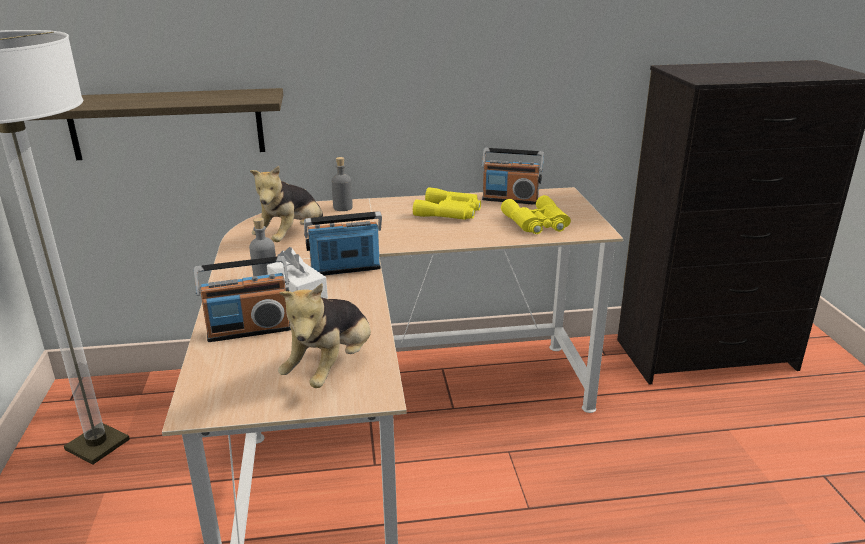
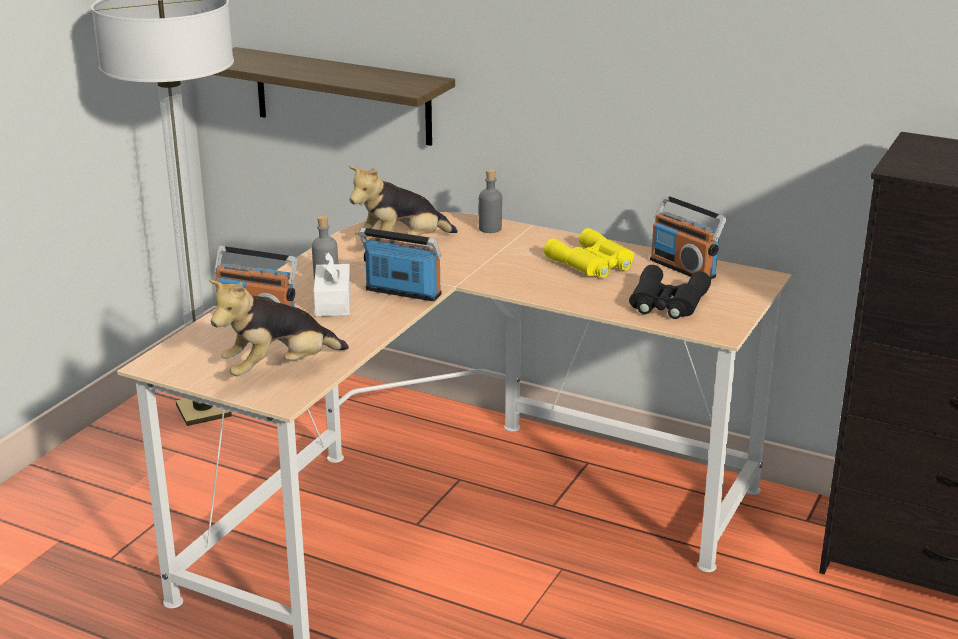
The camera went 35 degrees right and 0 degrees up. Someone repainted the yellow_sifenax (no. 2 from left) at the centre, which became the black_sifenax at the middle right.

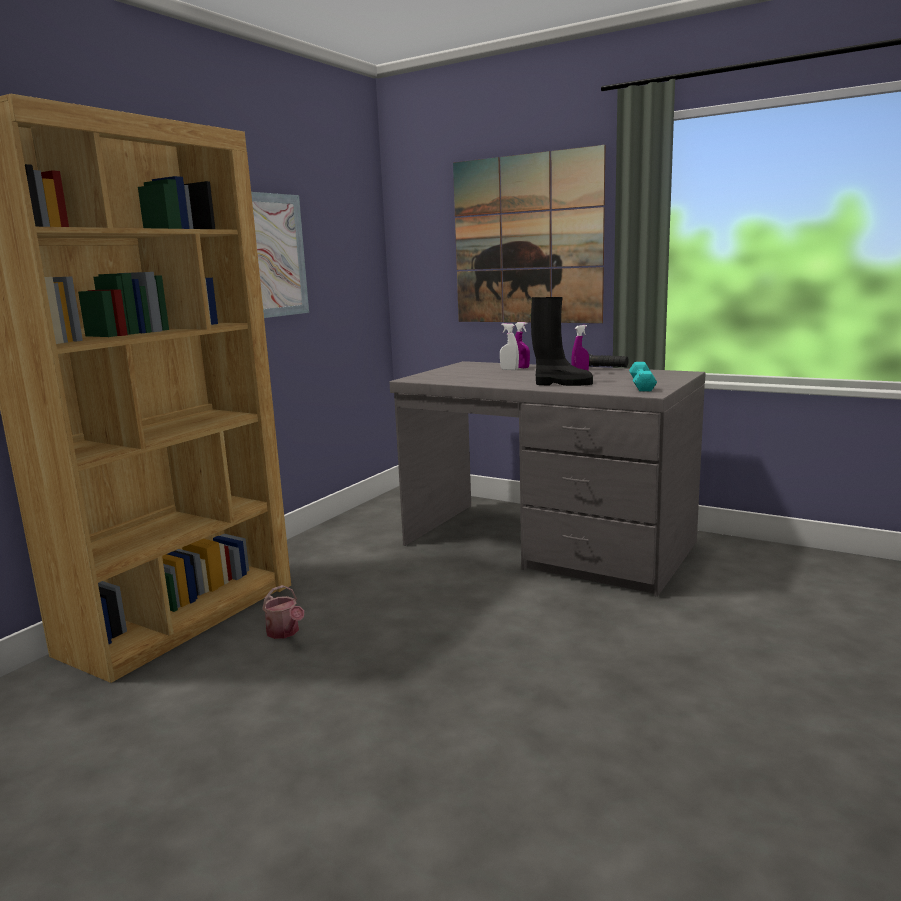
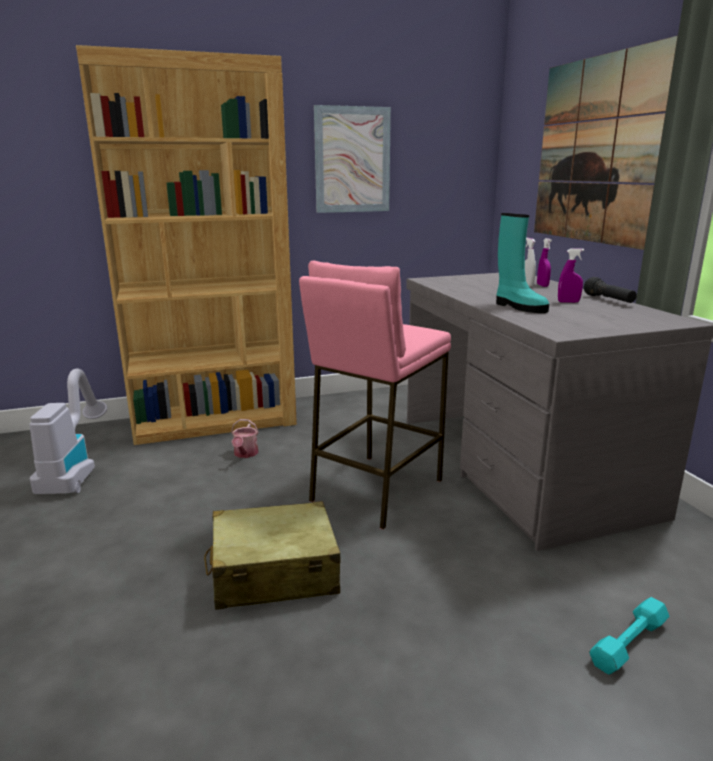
The camera went 40 degrees right and 5 degrees up. Someone put down the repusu at the middle left. Someone put down the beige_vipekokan at the bottom centre. Someone put down the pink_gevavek at the centre. Someone repainted the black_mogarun at the centre, which became the turquoise_mogarun at the middle right. Someone carried the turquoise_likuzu from the middle right to the bottom right.

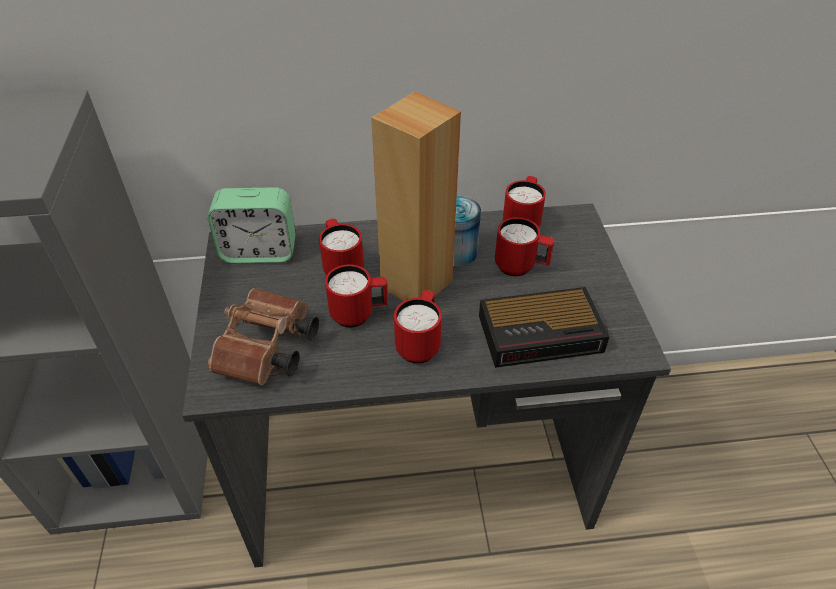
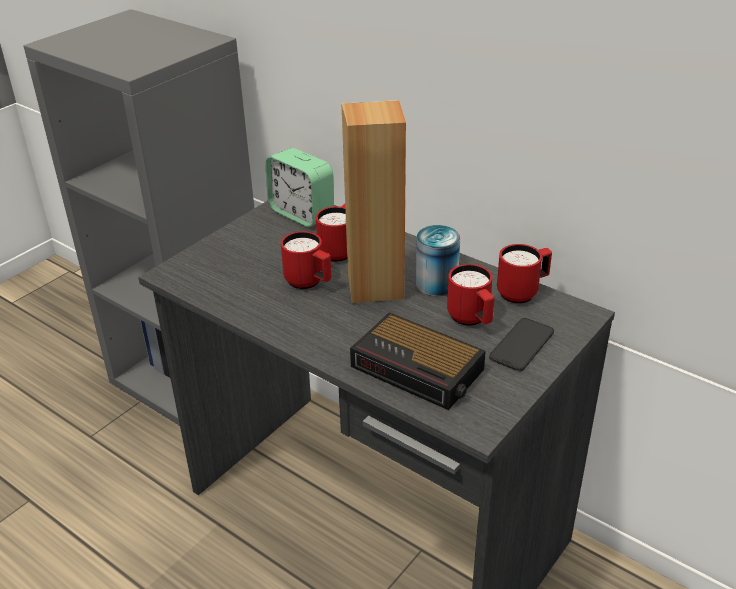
The camera went 45 degrees right and 10 degrees down. Someone put down the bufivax at the middle right. Someone took away the brown_sifenax at the middle left. Someone took away the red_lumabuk (no. 3 from left) at the centre.

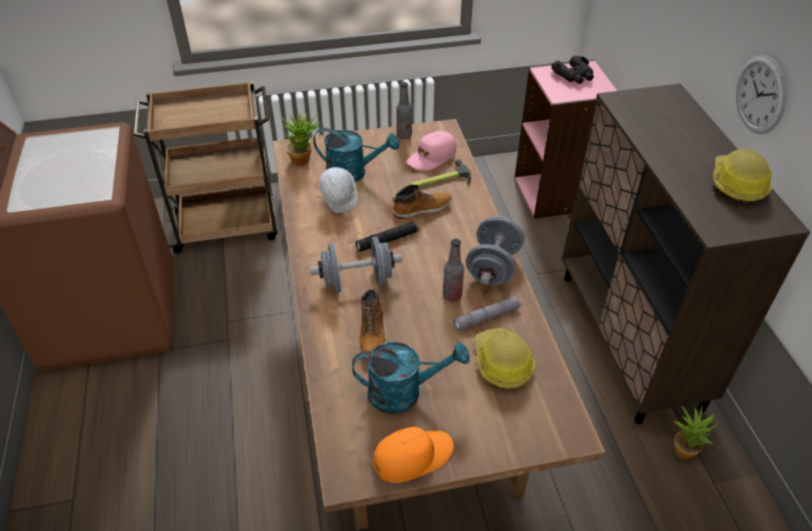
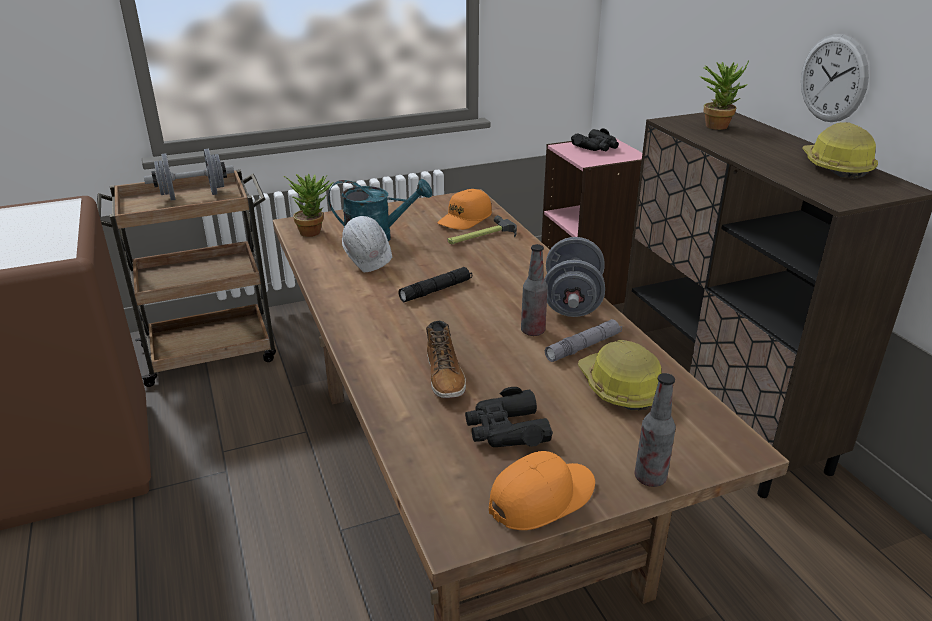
The camera went 10 degrees left and 15 degrees down. Someone carried the grey_likuzu (no. 1 from left) from the centre to the top left. Someone repainted the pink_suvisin at the top centre, which became the orange_suvisin (no. 1 from left) at the centre. Someone swapped the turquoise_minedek (no. 2 from left) at the bottom centre for the black_sifenax (no. 1 from left) at the bottom centre. Someone carried the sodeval (no. 1 from left in the first image) from the top centre to the bottom right. Someone carried the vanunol (no. 2 from left) from the bottom right to the top right. Someone took away the mogarun (no. 2 from left) at the centre.

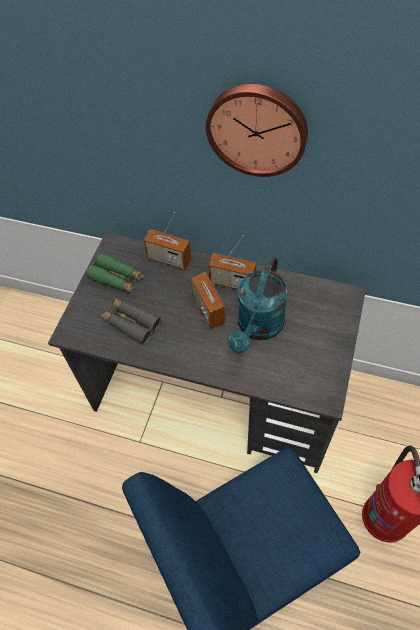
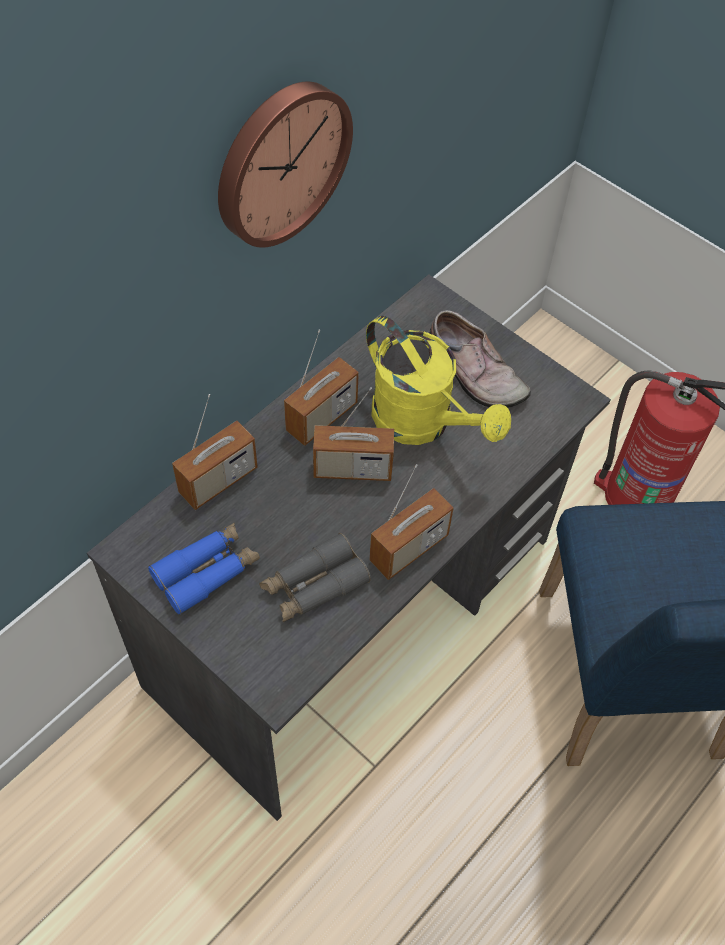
The camera went 70 degrees left and 0 degrees up. Someone repainted the green_sifenax at the middle left, which became the blue_sifenax at the middle left. Someone repainted the turquoise_minedek at the centre, which became the yellow_minedek at the centre. Someone put down the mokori (no. 4 from left) at the centre. Someone put down the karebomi at the centre.

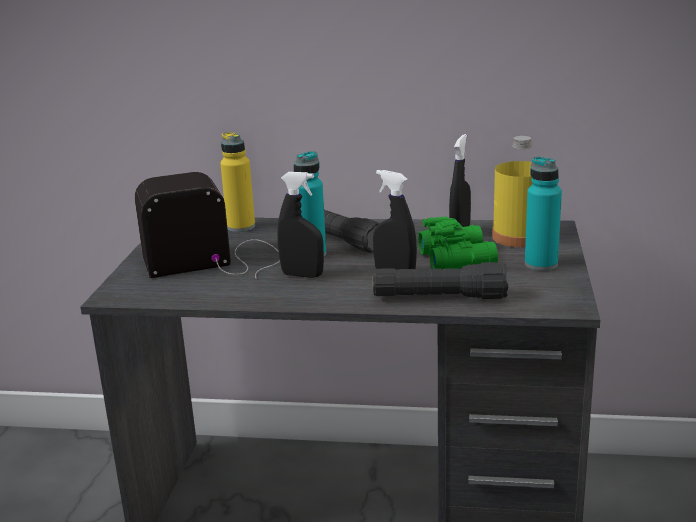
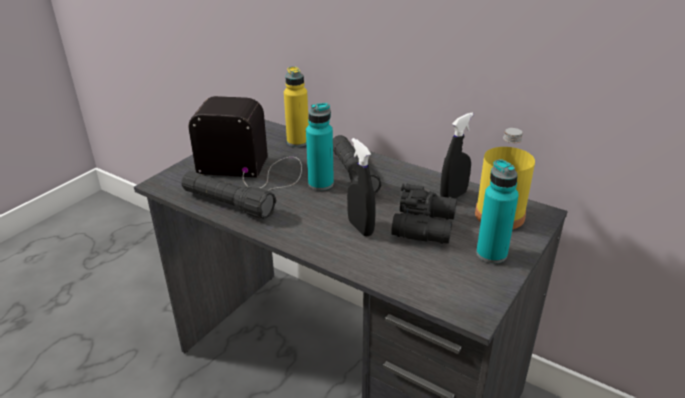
The camera went 25 degrees right and 10 degrees up. Someone carried the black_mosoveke (no. 2 from left in the first image) from the centre to the middle left. Someone repainted the green_sifenax at the centre, which became the black_sifenax at the centre. Someone took away the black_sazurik (no. 1 from left) at the centre.

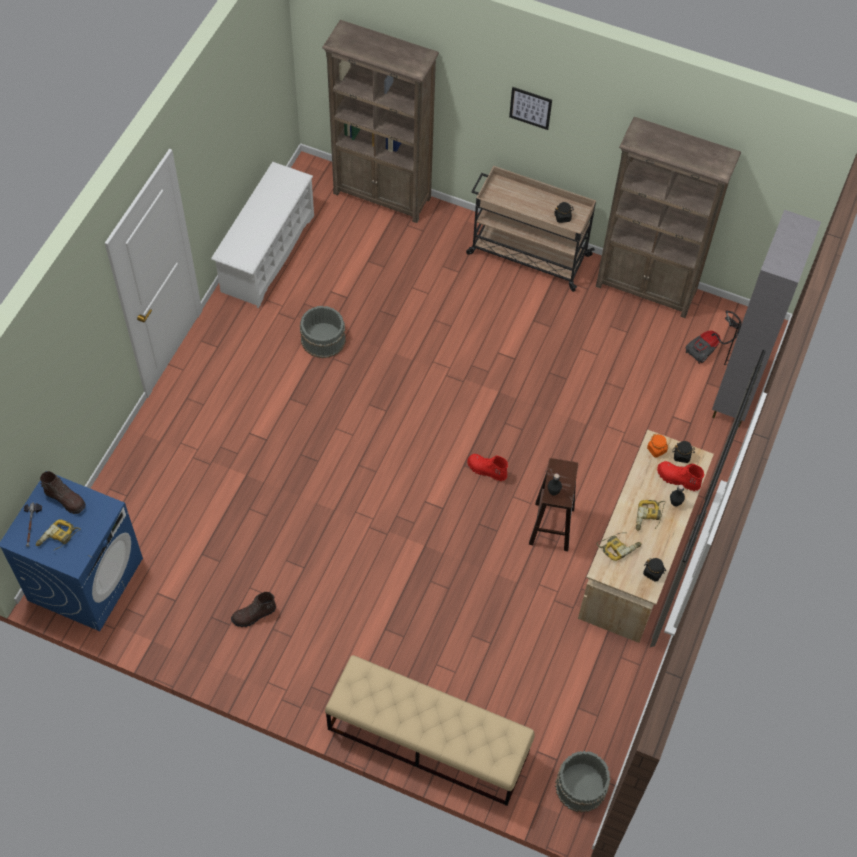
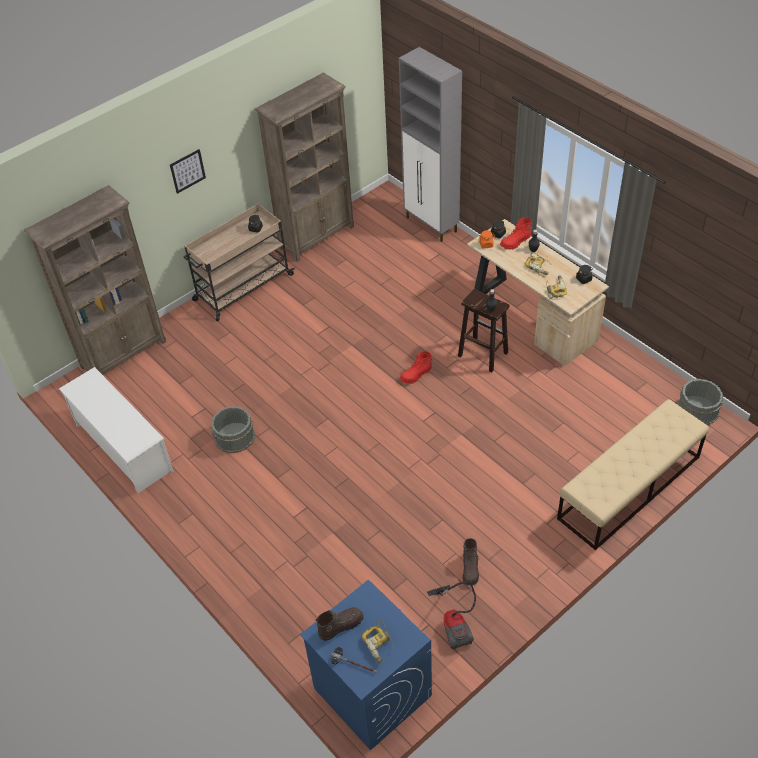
The camera went 60 degrees left and 10 degrees down. Someone carried the repusu from the middle right to the bottom centre.

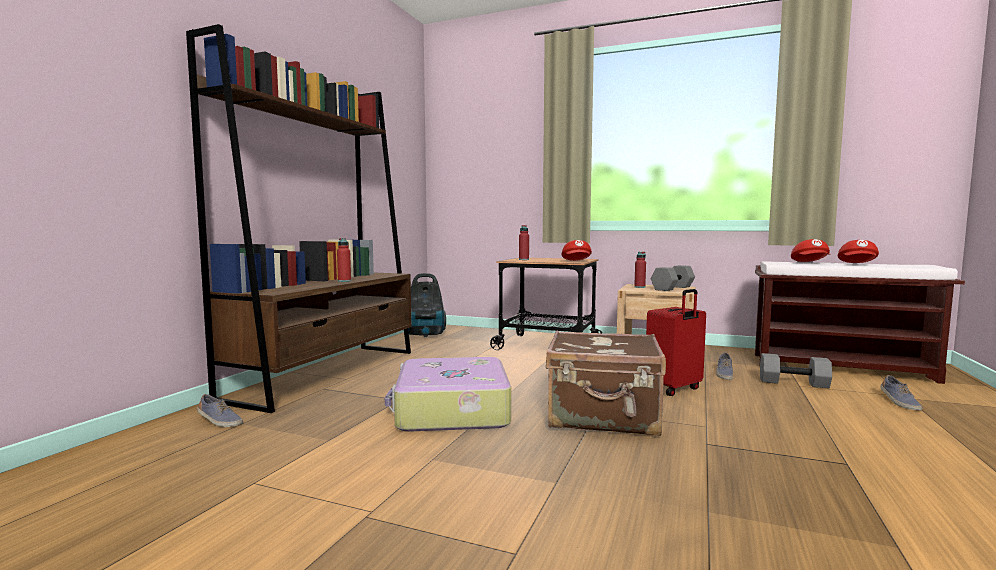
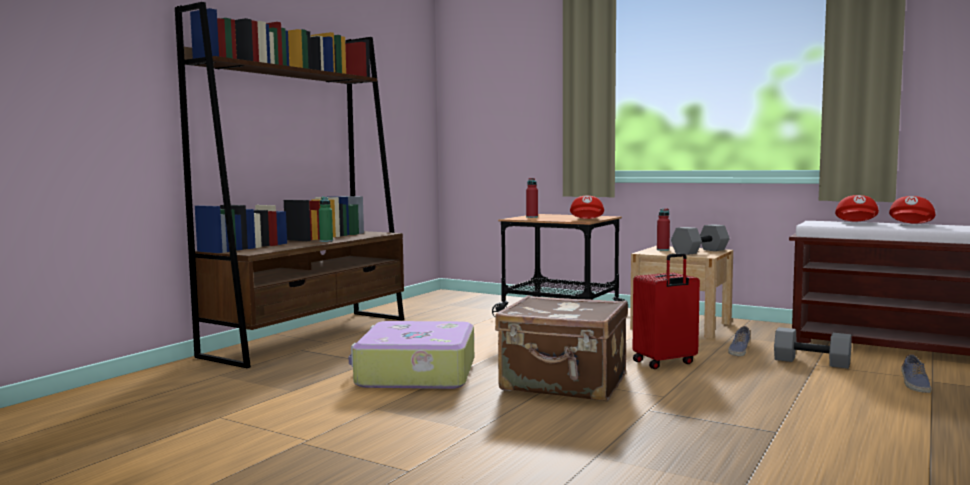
The camera went 10 degrees right and 0 degrees up. Someone repainted the red_sodeval (no. 1 from left) at the centre, which became the green_sodeval at the centre. Someone took away the karebomi (no. 1 from left) at the bottom left. Someone took away the repusu at the centre.

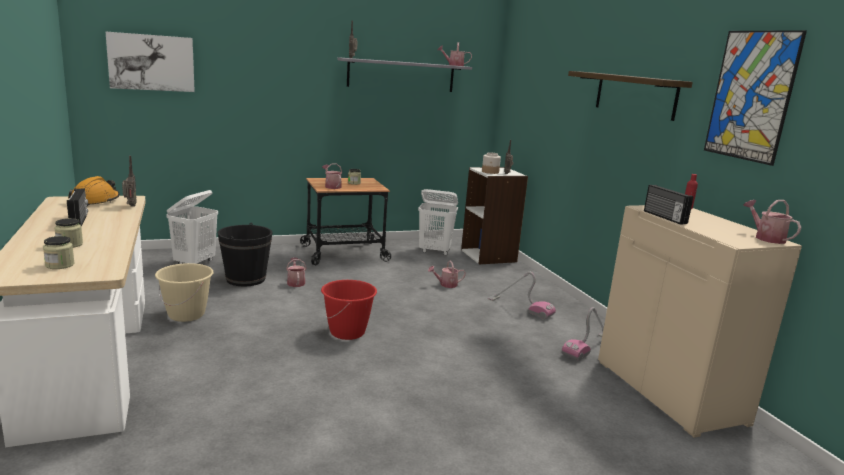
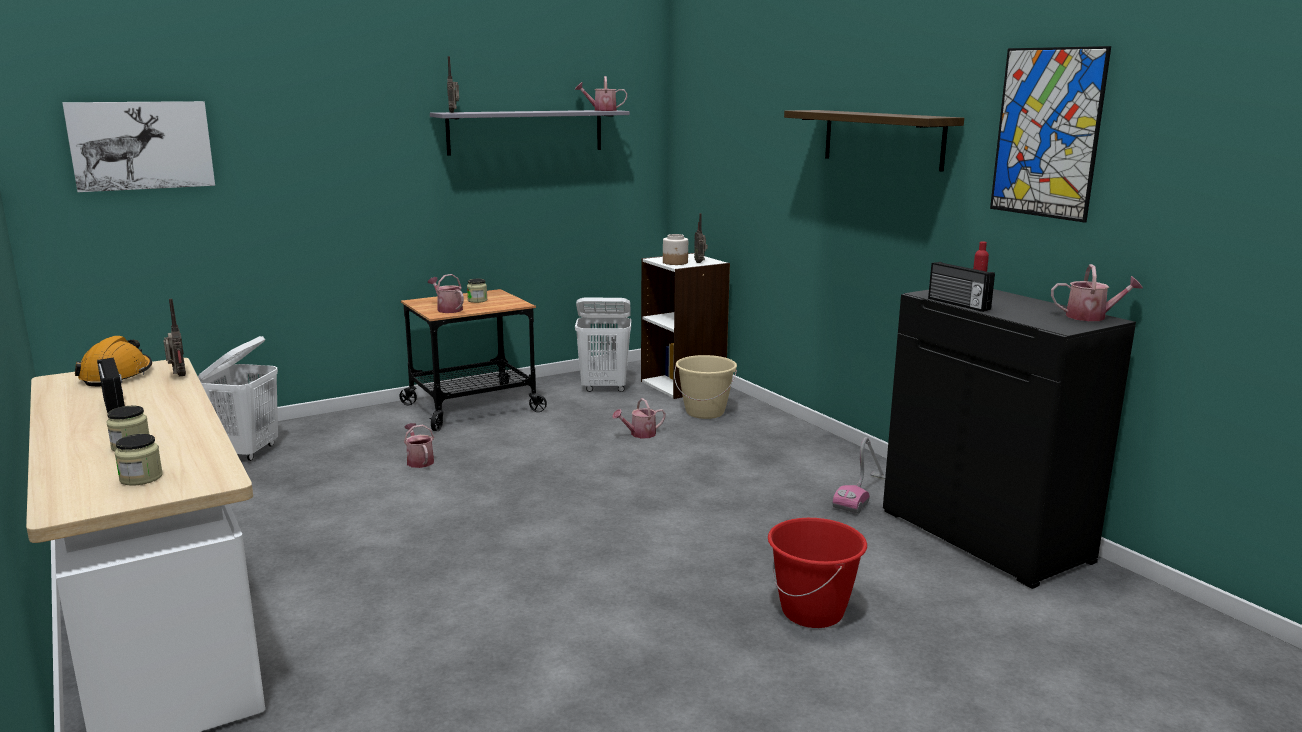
The camera went 10 degrees left and 0 degrees up. Someone carried the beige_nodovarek from the middle left to the centre. Someone carried the red_nodovarek from the centre to the bottom centre. Someone repainted the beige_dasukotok at the bottom right, which became the black_dasukotok at the middle right. Someone rotated the minedek (no. 5 from left) at the middle right by 135 degrees clockwise. Someone took away the black_nodovarek at the middle left. Someone took away the repusu (no. 1 from left) at the centre.

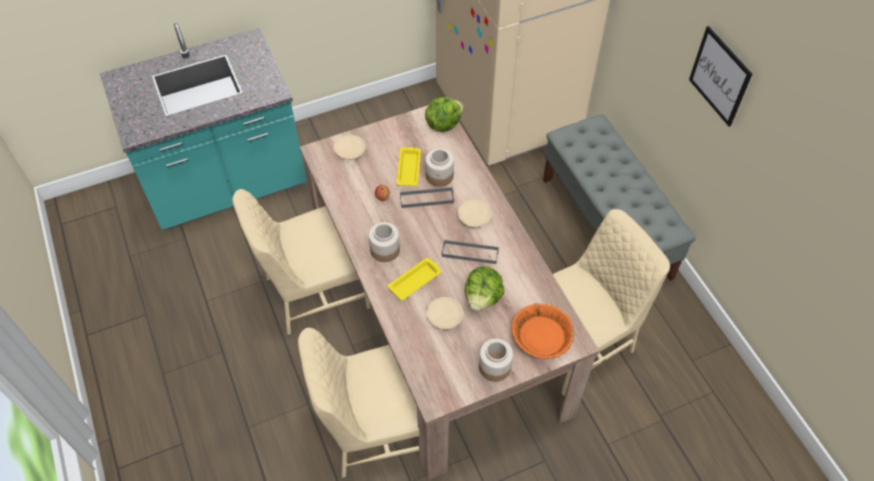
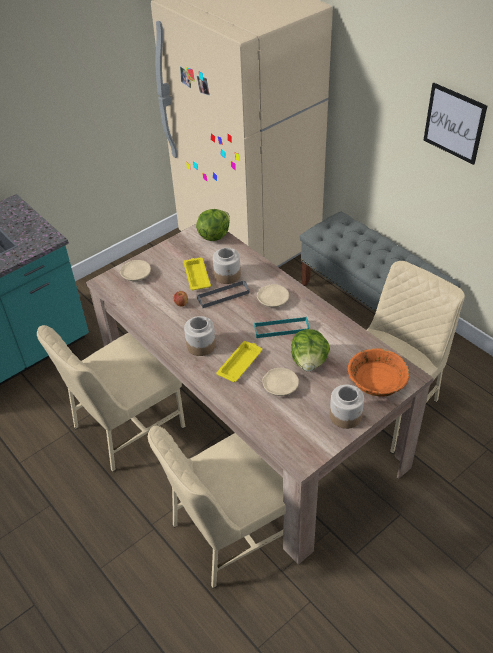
The camera went 15 degrees left and 10 degrees down. Someone repainted the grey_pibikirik (no. 2 from left) at the centre, which became the turquoise_pibikirik at the centre.

